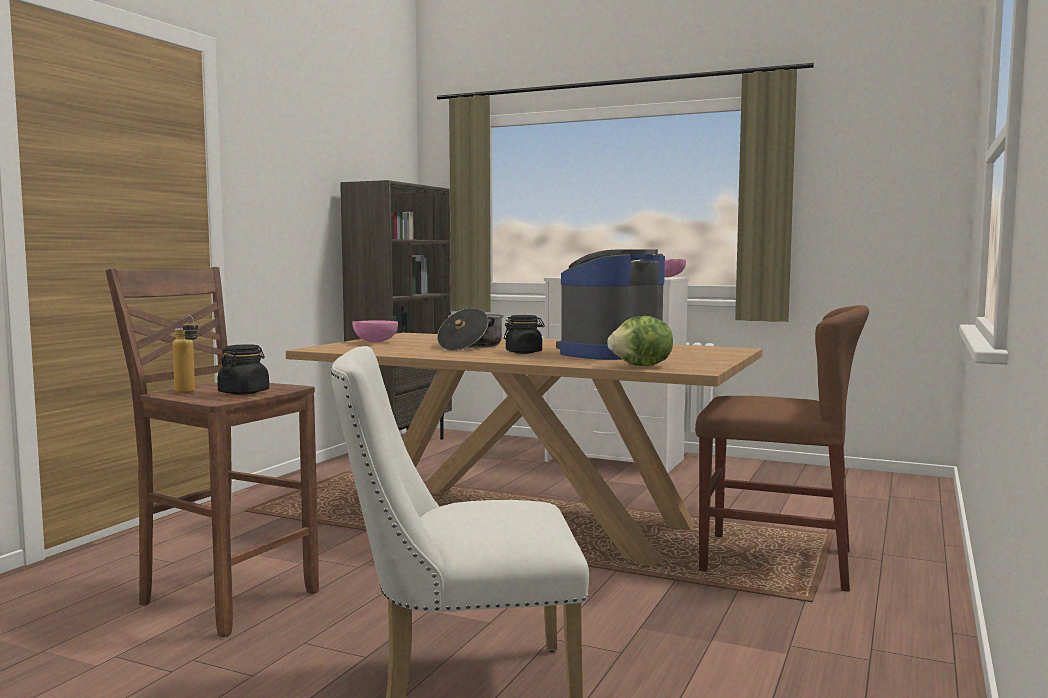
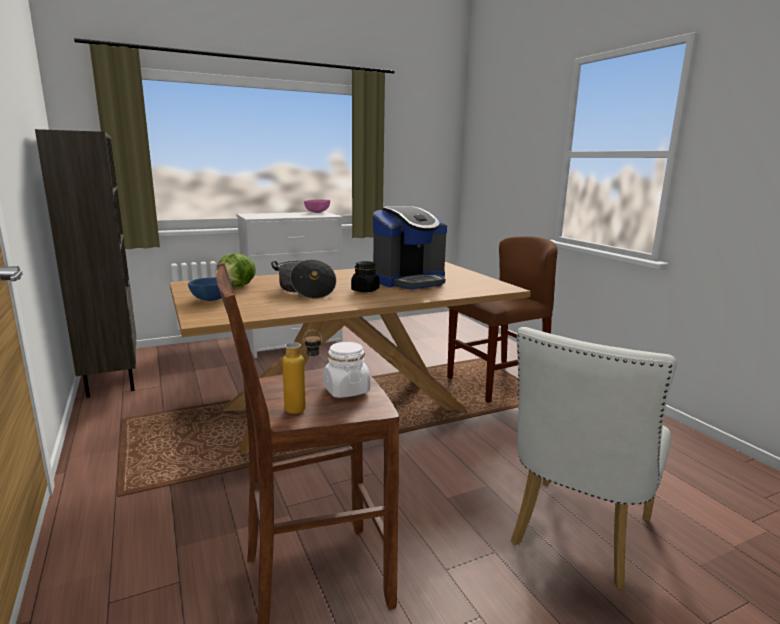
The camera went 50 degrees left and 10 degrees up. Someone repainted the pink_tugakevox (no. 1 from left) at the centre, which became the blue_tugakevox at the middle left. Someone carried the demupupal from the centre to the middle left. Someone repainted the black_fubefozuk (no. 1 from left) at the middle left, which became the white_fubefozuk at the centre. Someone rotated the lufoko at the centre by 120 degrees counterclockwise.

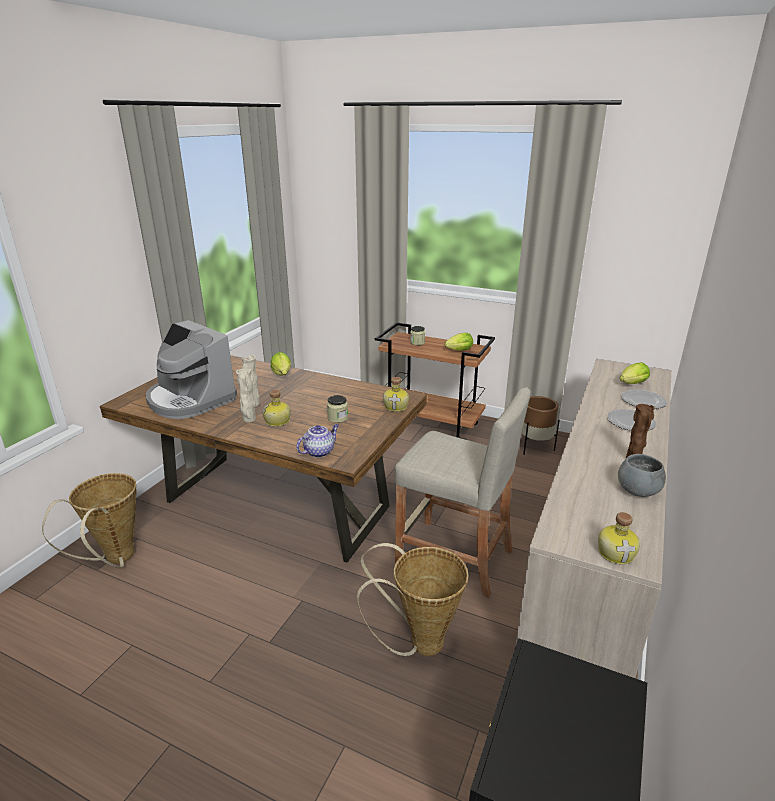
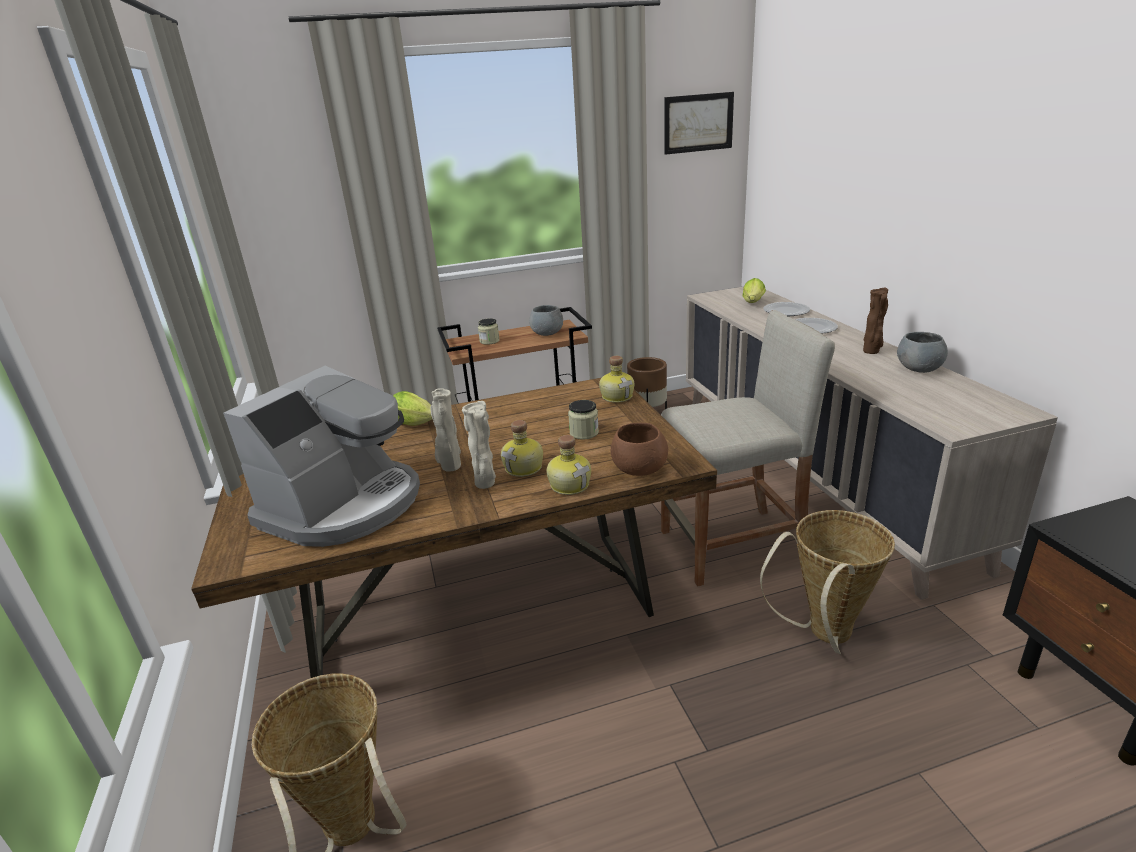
The camera went 40 degrees left and 0 degrees up. Someone rotated the lufoko at the middle left by 60 degrees counterclockwise. Someone swapped the demupupal (no. 2 from left) at the centre for the grey_tugakevox (no. 1 from left) at the centre. Someone carried the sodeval (no. 3 from left in the first image) from the bottom right to the centre. Someone swapped the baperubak at the centre for the brown_tugakevox at the centre. Someone put up the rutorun at the top centre.

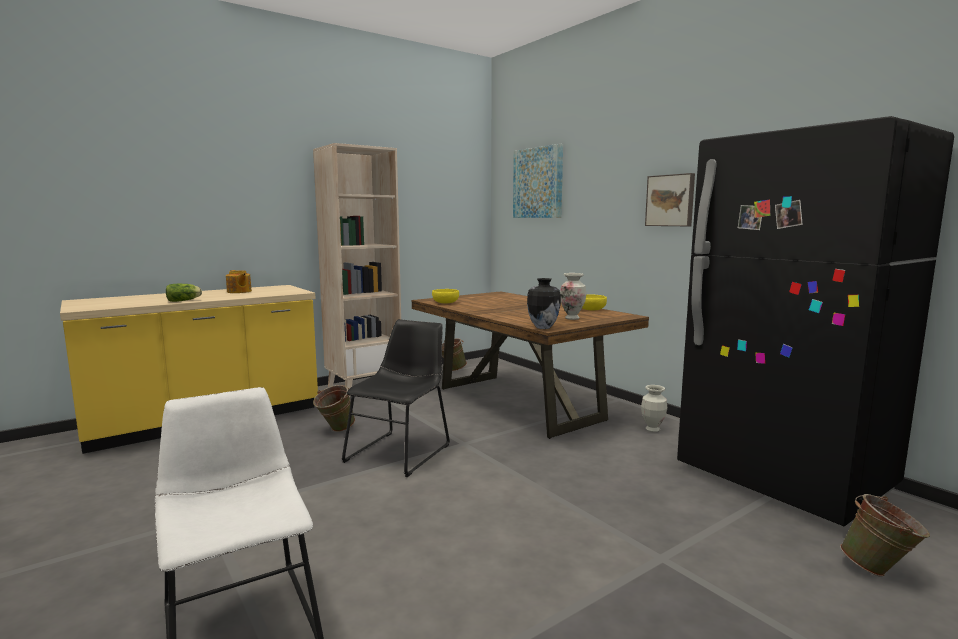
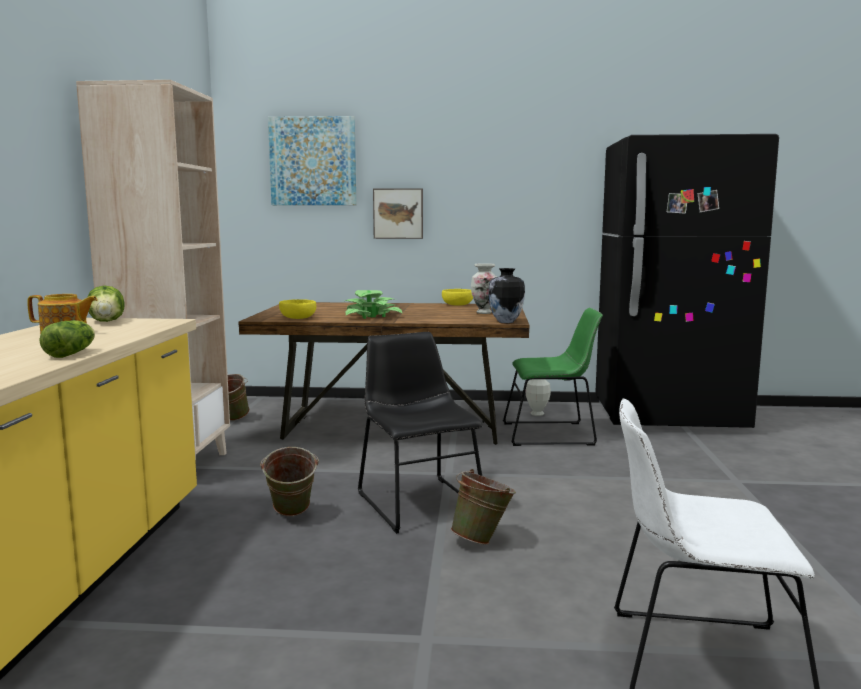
The camera went 50 degrees left and 0 degrees up. Someone put down the demupupal (no. 2 from left) at the middle left. Someone put down the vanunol at the centre. Someone carried the rutorun (no. 2 from left) from the top right to the top centre. Someone carried the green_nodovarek (no. 3 from left) from the bottom right to the bottom centre. Someone put down the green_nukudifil at the centre.

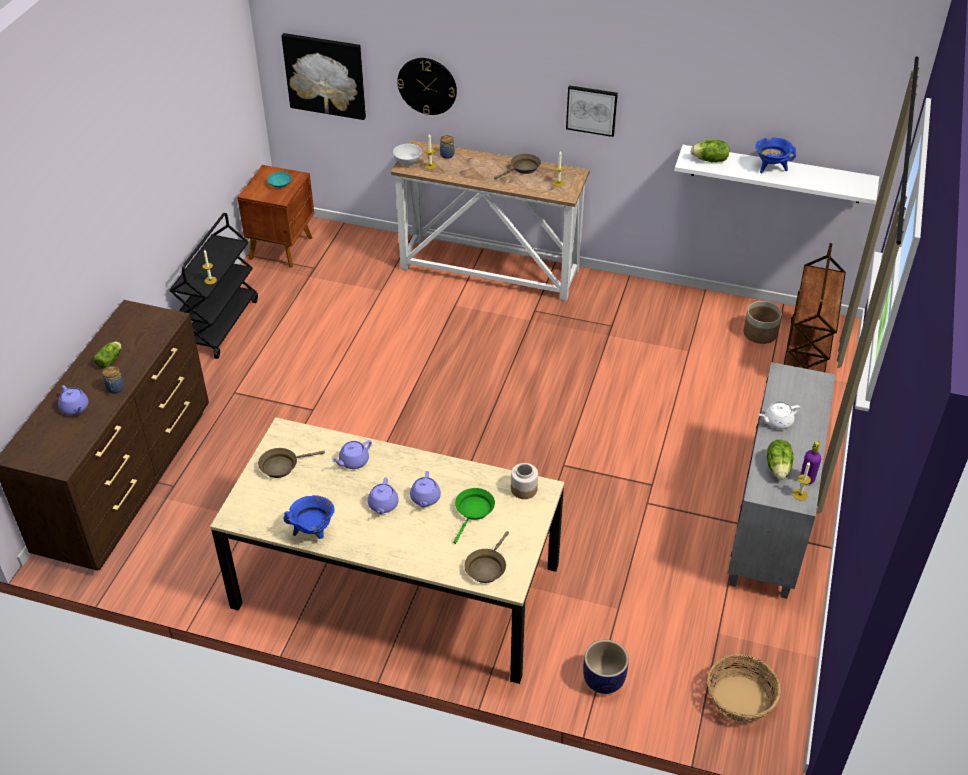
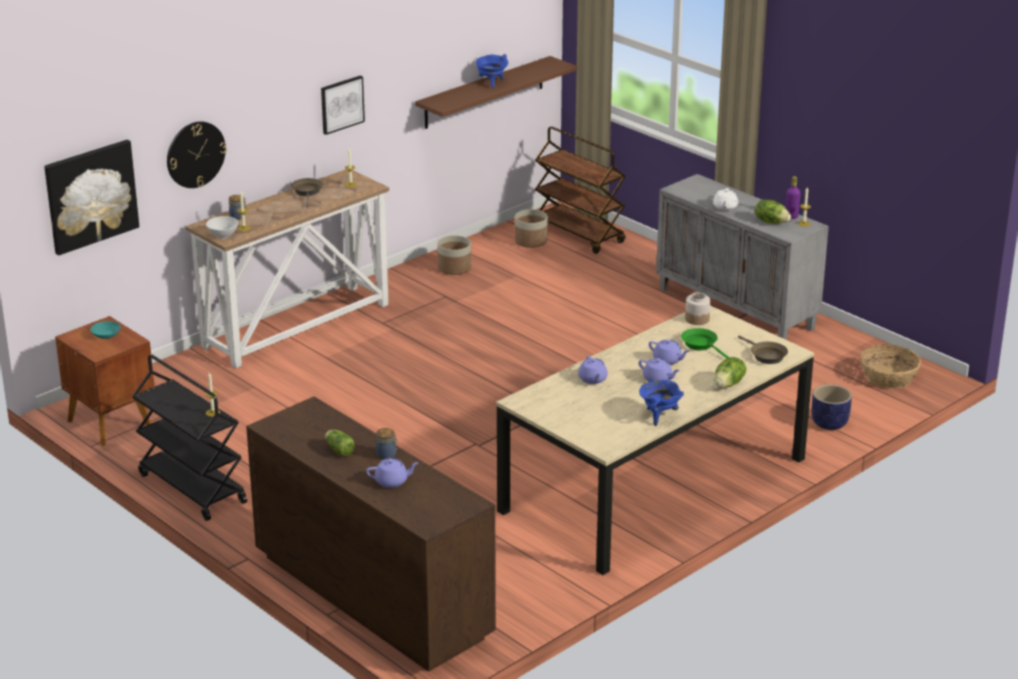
The camera went 60 degrees left and 15 degrees down. Someone repainted the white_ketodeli at the top right, which became the brown_ketodeli at the top centre. Someone put down the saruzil (no. 1 from left) at the centre. Someone carried the demupupal (no. 2 from left) from the top right to the middle right. Someone took away the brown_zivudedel (no. 1 from left) at the middle left.

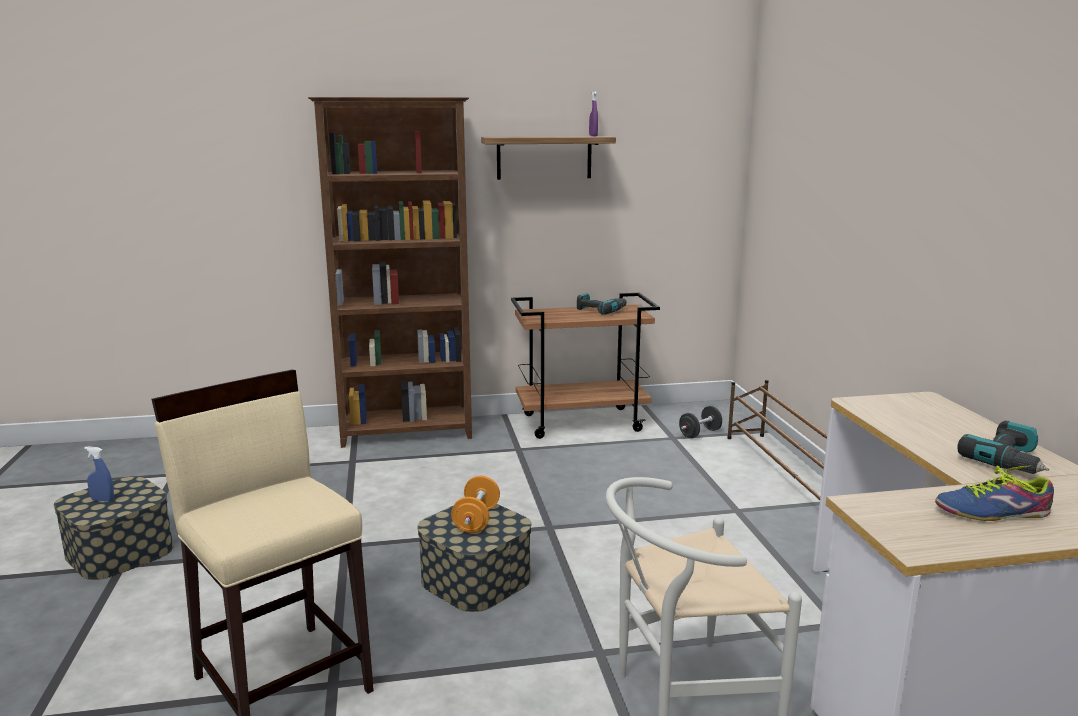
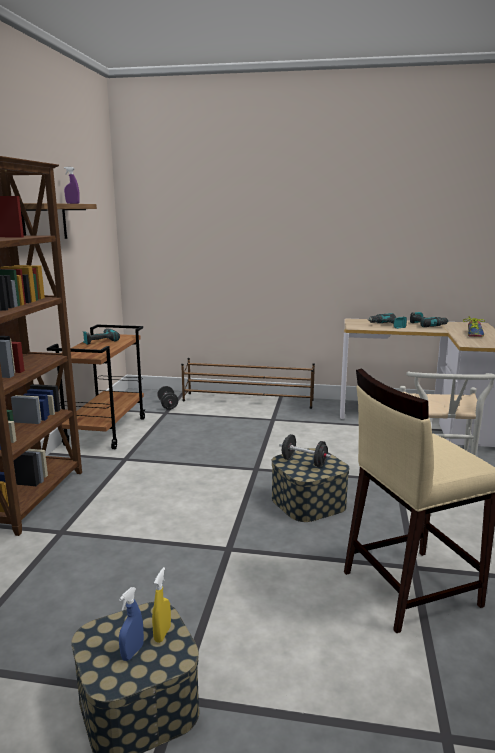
The camera went 70 degrees left and 0 degrees up. Someone put down the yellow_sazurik at the bottom left. Someone repainted the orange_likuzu at the bottom centre, which became the black_likuzu (no. 2 from left) at the centre. Someone put down the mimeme (no. 2 from left) at the middle right.

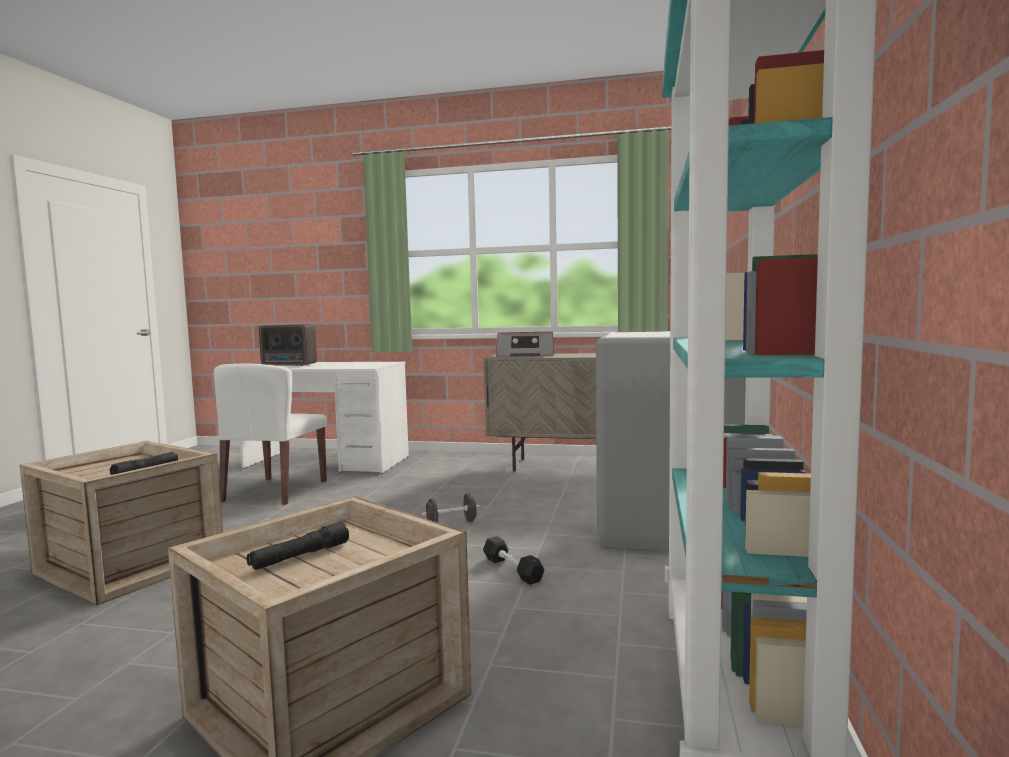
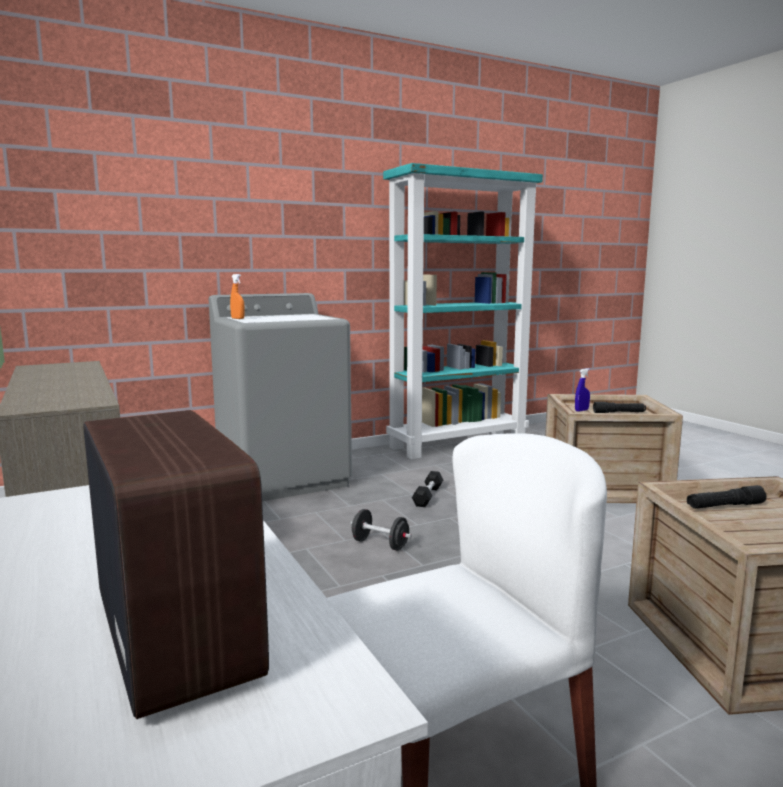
The camera went 130 degrees left and 5 degrees up. Someone put down the orange_sazurik at the middle left. Someone put down the blue_sazurik at the middle right. Someone took away the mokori (no. 2 from left) at the centre.

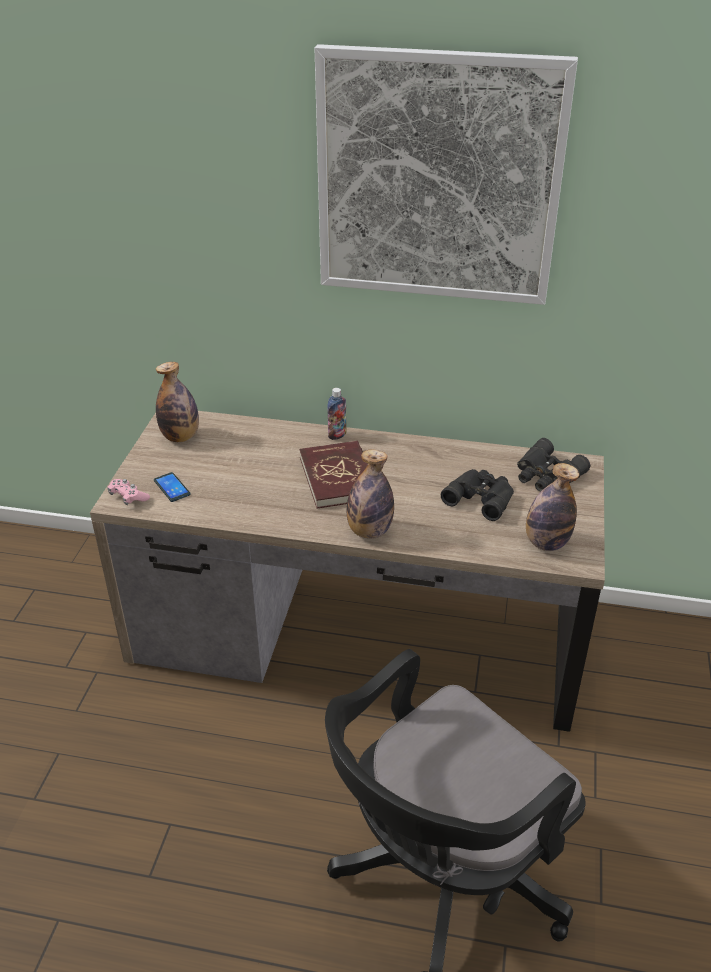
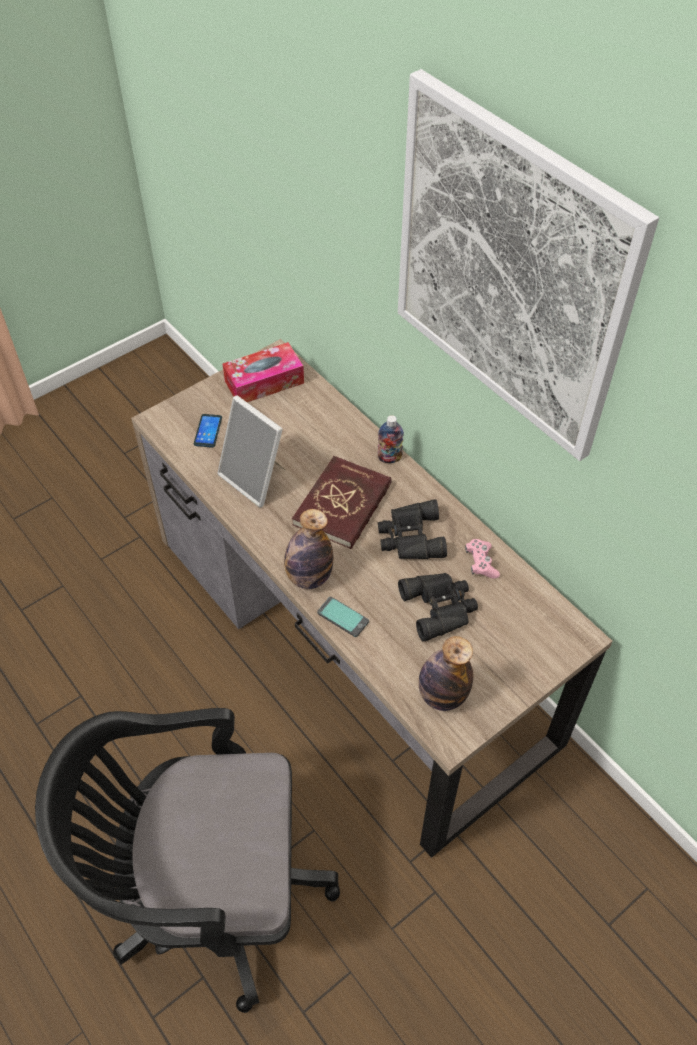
The camera went 40 degrees right and 15 degrees up. Someone put down the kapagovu at the centre. Someone swapped the sodeval (no. 1 from left) at the middle left for the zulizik at the centre. Someone put down the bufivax (no. 2 from left) at the centre. Someone carried the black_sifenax (no. 2 from left in the first image) from the middle right to the centre. Someone carried the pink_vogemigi from the middle left to the middle right.

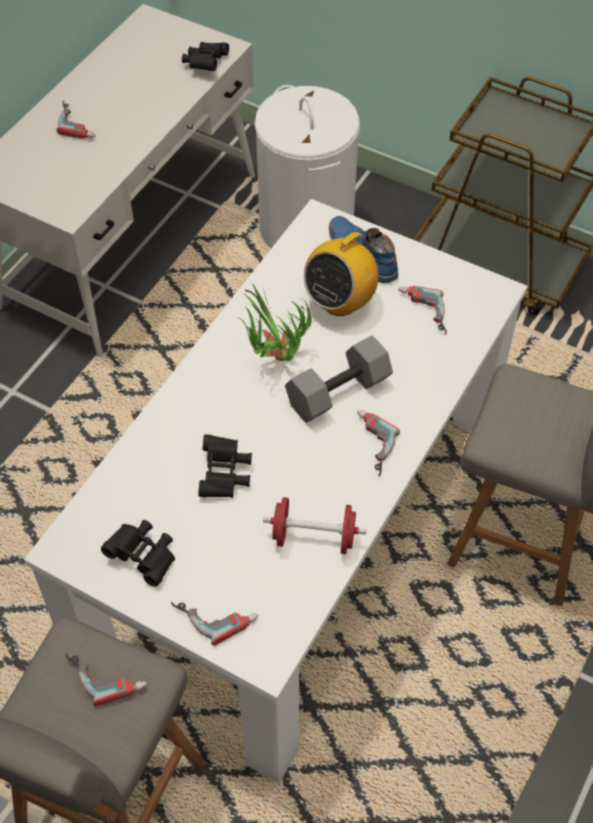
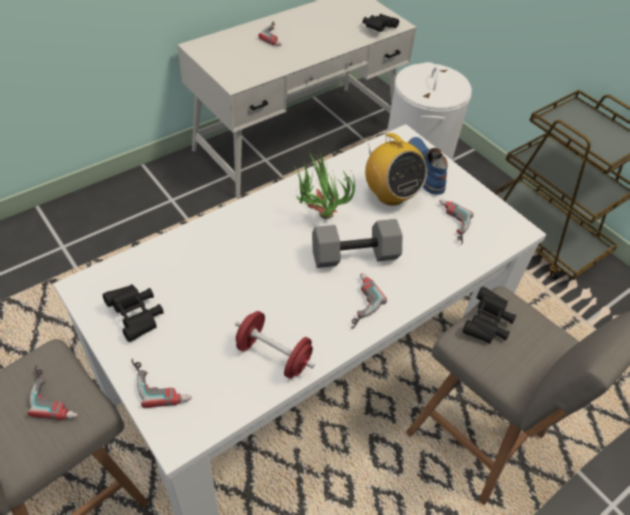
The camera went 20 degrees right and 5 degrees down. Someone rotated the mokori at the top centre by 90 degrees counterclockwise. Someone carried the black_sifenax (no. 3 from left) from the centre to the middle right.

